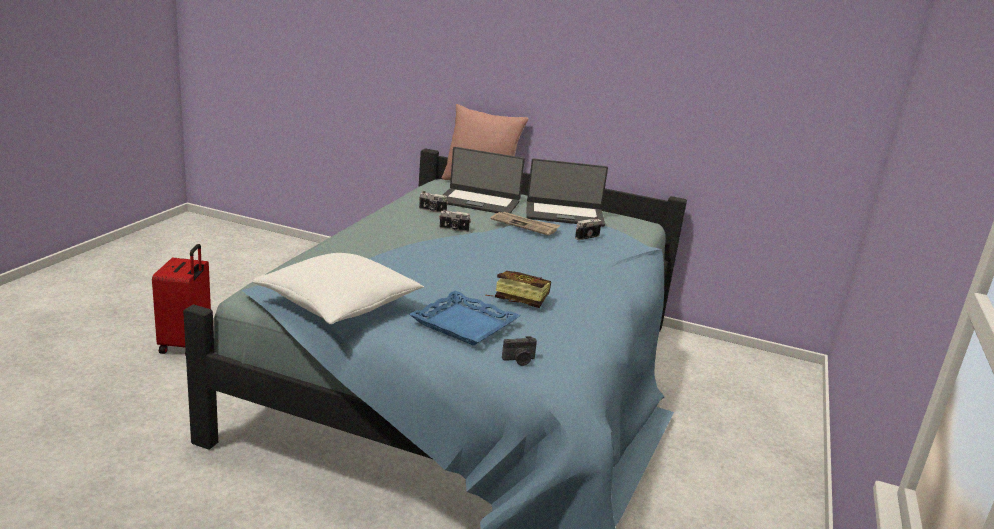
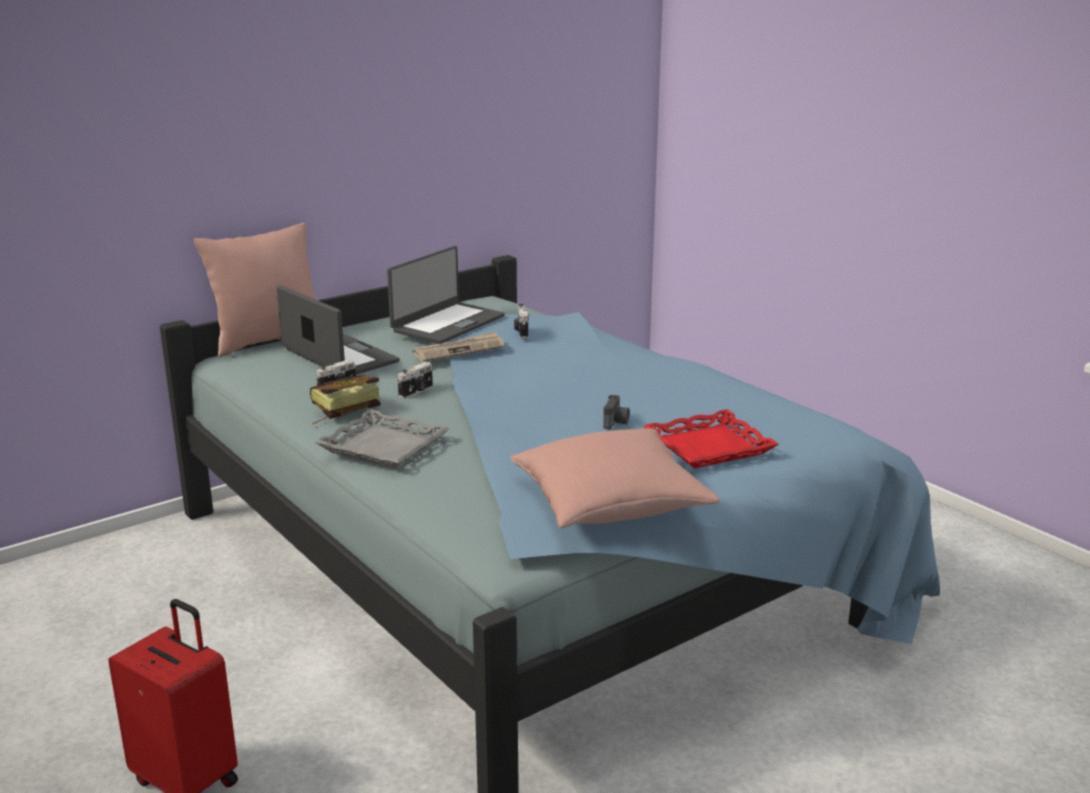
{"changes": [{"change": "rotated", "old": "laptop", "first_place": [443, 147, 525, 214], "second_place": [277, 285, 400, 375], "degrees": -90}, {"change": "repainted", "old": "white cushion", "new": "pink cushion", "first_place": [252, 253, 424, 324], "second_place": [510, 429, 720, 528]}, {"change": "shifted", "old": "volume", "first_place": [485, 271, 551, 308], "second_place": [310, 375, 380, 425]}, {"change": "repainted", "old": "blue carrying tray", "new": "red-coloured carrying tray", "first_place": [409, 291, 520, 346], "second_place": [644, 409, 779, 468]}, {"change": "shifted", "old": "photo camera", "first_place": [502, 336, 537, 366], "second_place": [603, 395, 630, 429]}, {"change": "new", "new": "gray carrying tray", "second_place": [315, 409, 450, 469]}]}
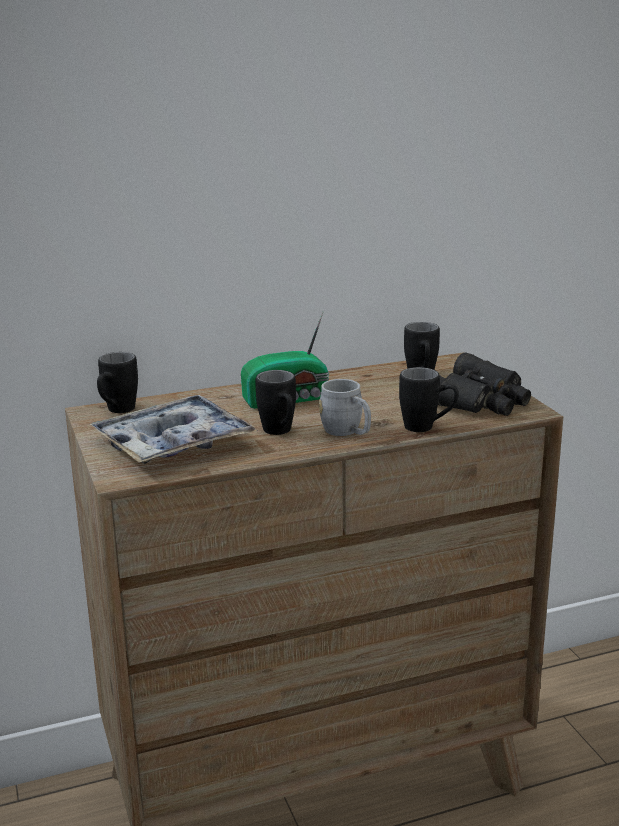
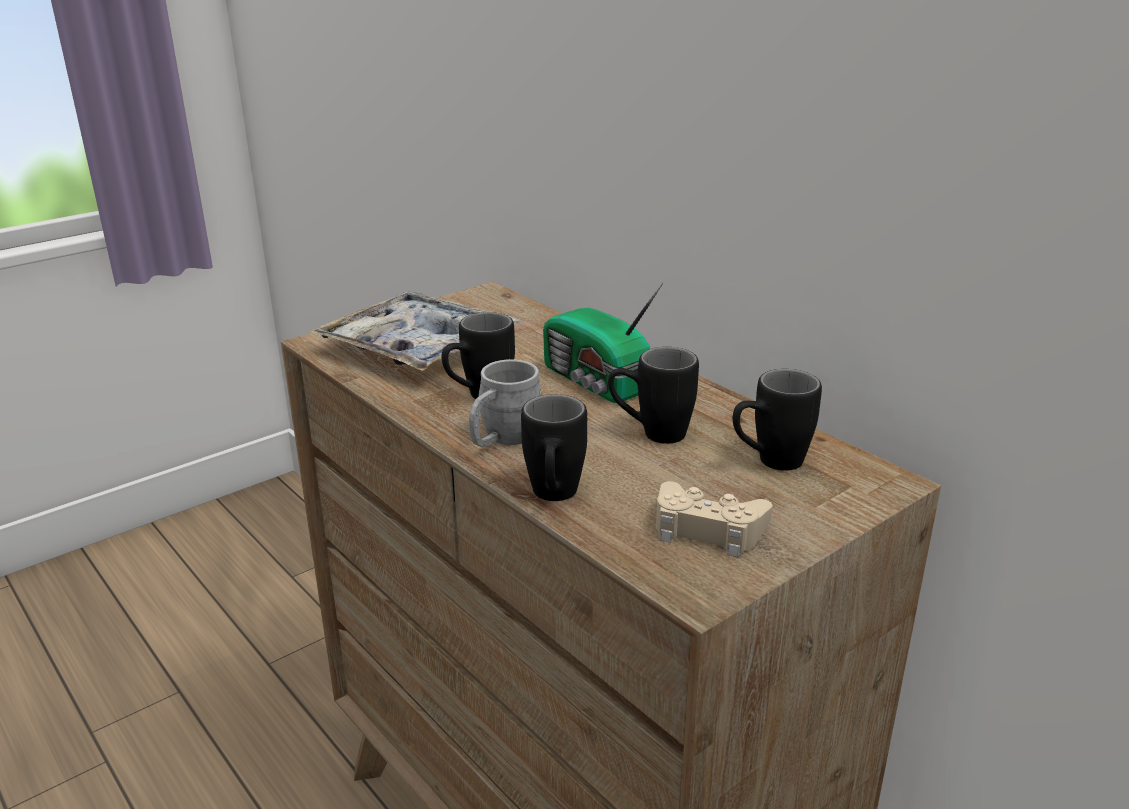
{"changes": [{"change": "shifted", "old": "blackish tea mug", "first_place": [97, 352, 138, 413], "second_place": [608, 347, 699, 444]}, {"change": "swapped", "old": "blackish pair of binoculars", "new": "beige-coloured game controller", "first_place": [438, 352, 531, 416], "second_place": [656, 481, 773, 557]}]}
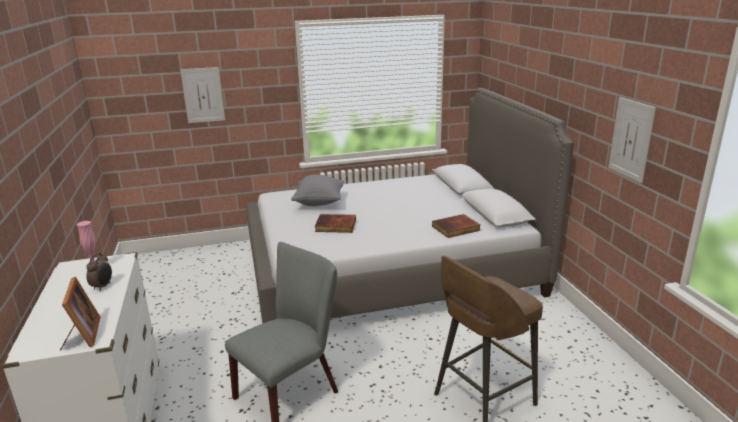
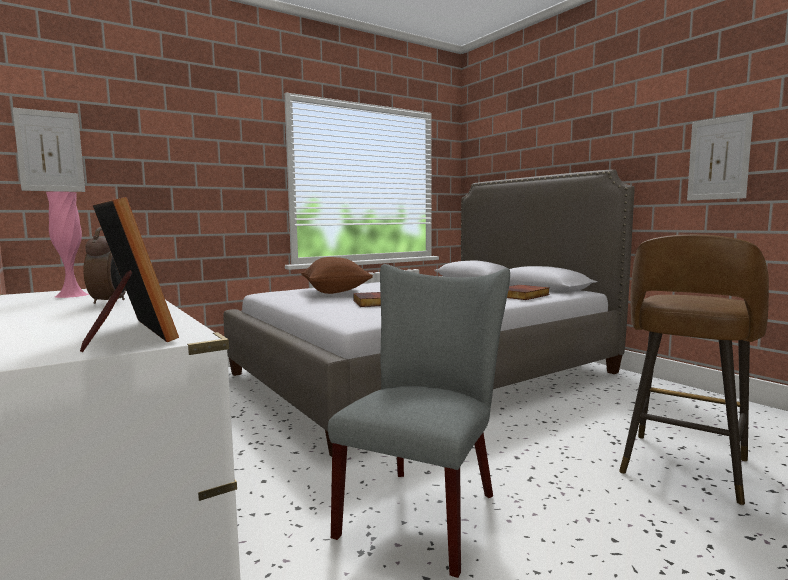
{"changes": [{"change": "shifted", "old": "wall picture", "first_place": [180, 67, 225, 123], "second_place": [12, 108, 85, 192]}, {"change": "repainted", "old": "gray cushion", "new": "brown cushion", "first_place": [291, 175, 344, 206], "second_place": [301, 257, 373, 294]}]}
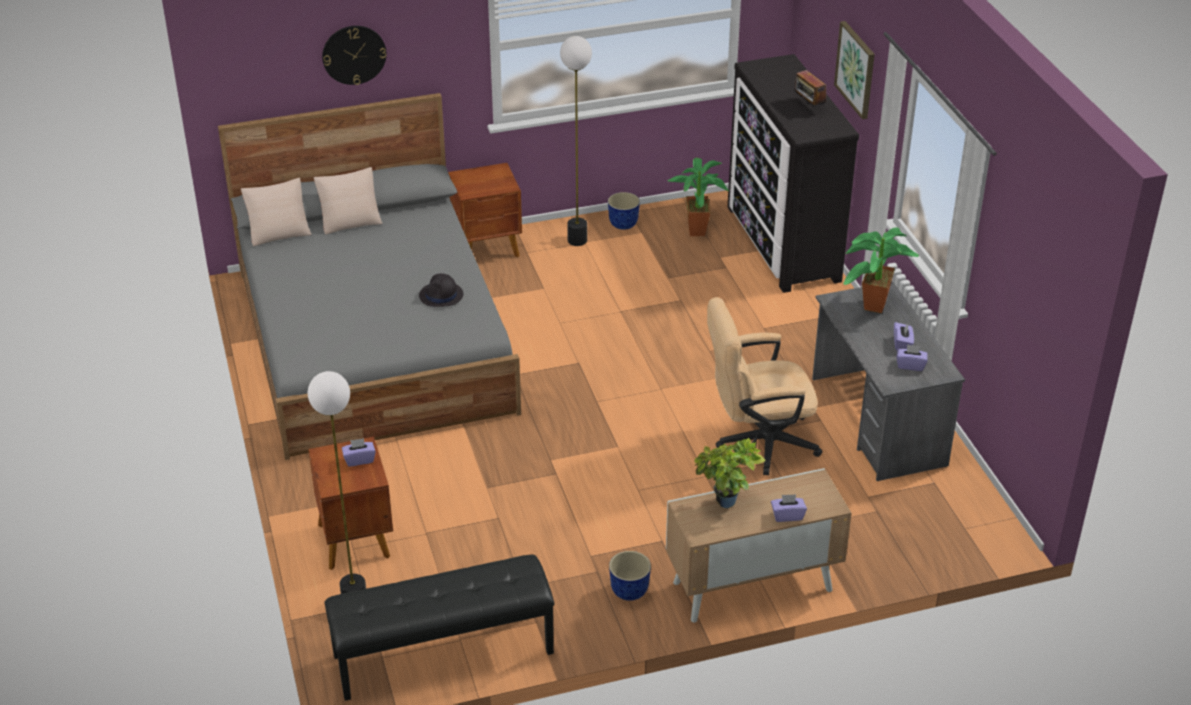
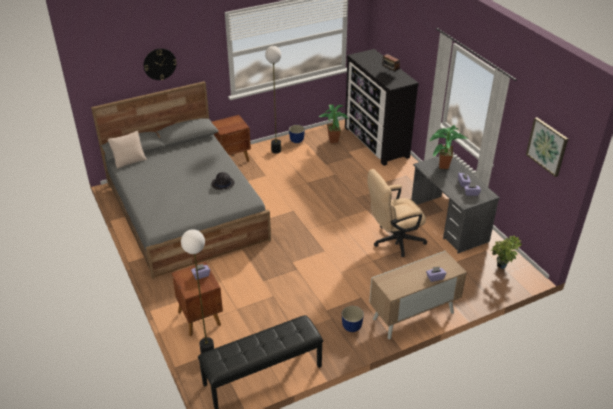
{"changes": [{"change": "shifted", "old": "wall picture", "first_place": [834, 21, 875, 119], "second_place": [526, 117, 568, 177]}, {"change": "gone", "old": "beige-coloured cushion", "first_place": [314, 167, 383, 234]}, {"change": "shifted", "old": "houseplant", "first_place": [694, 438, 766, 508], "second_place": [491, 236, 522, 269]}]}
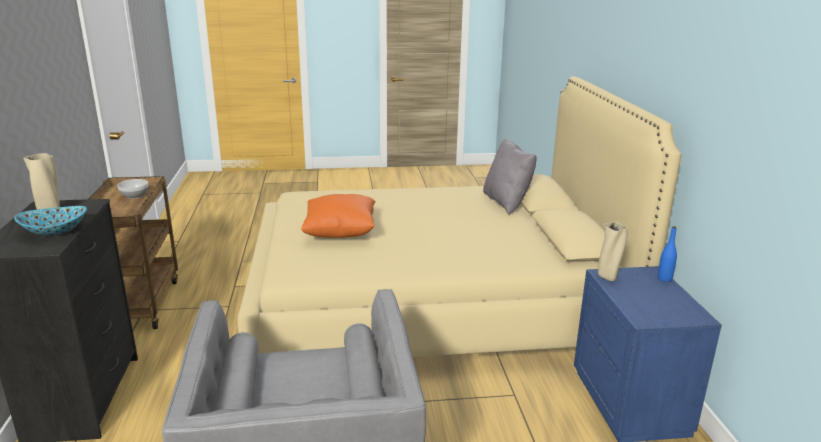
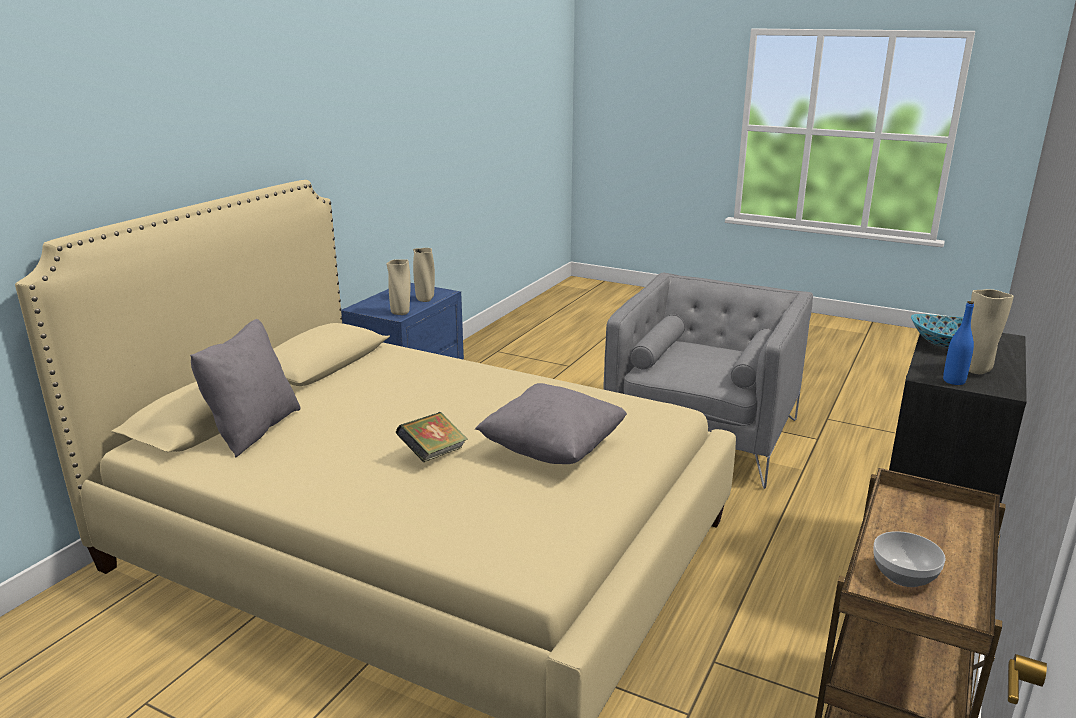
{"changes": [{"change": "repainted", "old": "orange cushion", "new": "gray cushion", "first_place": [301, 194, 376, 238], "second_place": [475, 383, 627, 464]}, {"change": "shifted", "old": "blue bottle", "first_place": [658, 226, 677, 282], "second_place": [943, 301, 974, 385]}, {"change": "new", "new": "beige-coloured decorative vase", "second_place": [413, 248, 435, 302]}, {"change": "new", "new": "volume", "second_place": [395, 412, 467, 462]}]}
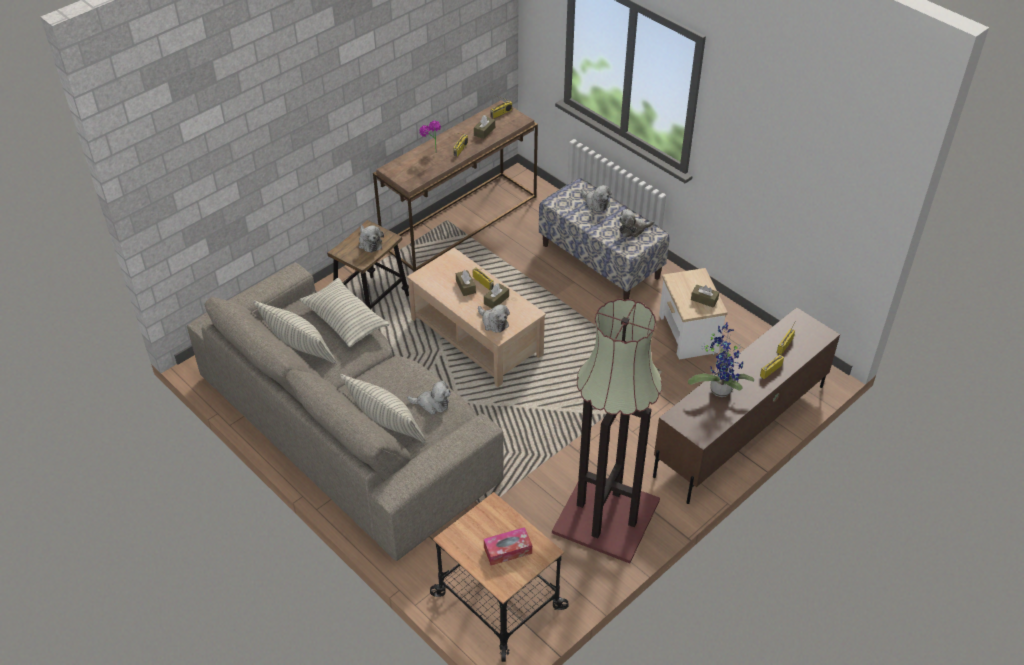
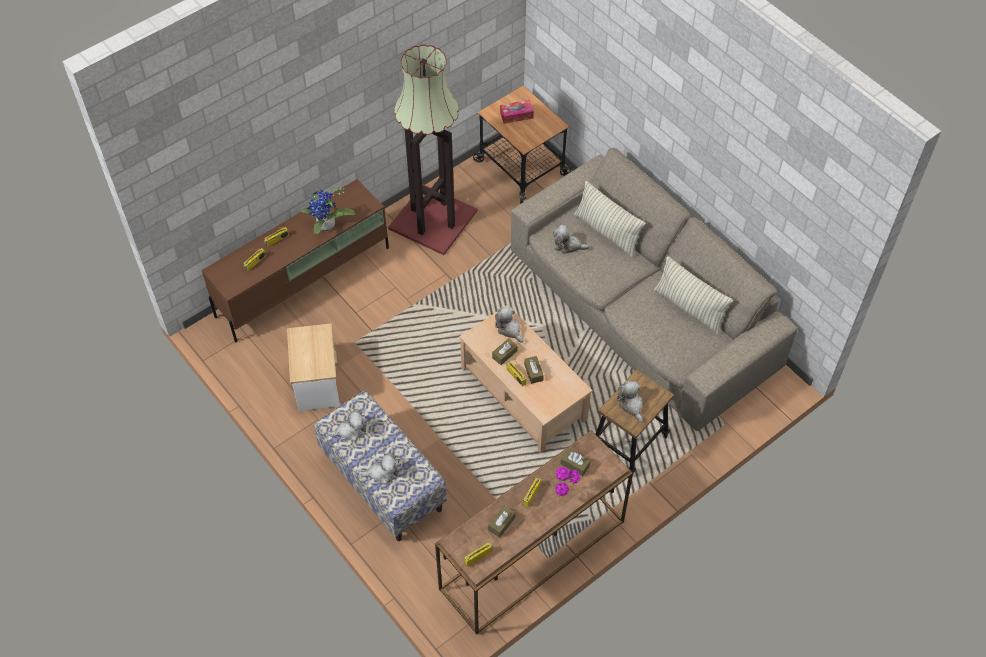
{"changes": [{"change": "rotated", "old": "soft toy", "first_place": [581, 185, 612, 211], "second_place": [358, 453, 400, 485], "degrees": 120}, {"change": "gone", "old": "cushion", "first_place": [299, 278, 390, 347]}, {"change": "shifted", "old": "brown tissue box", "first_place": [691, 285, 719, 308], "second_place": [560, 449, 590, 476]}]}
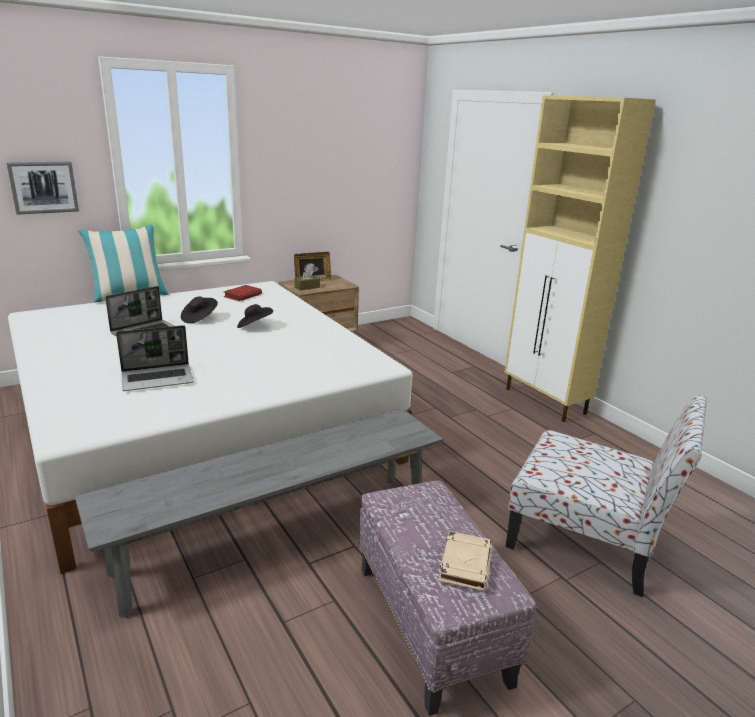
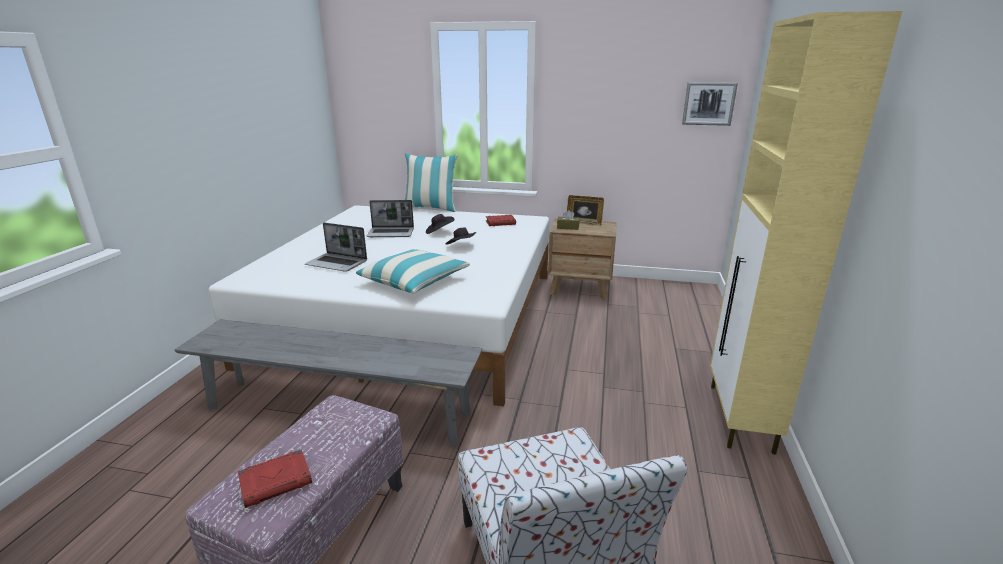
{"changes": [{"change": "shifted", "old": "wall picture", "first_place": [6, 162, 79, 215], "second_place": [682, 82, 738, 126]}, {"change": "repainted", "old": "beige-coloured volume", "new": "red-coloured volume", "first_place": [439, 531, 492, 591], "second_place": [238, 449, 312, 508]}, {"change": "new", "new": "cushion", "second_place": [356, 249, 470, 293]}]}
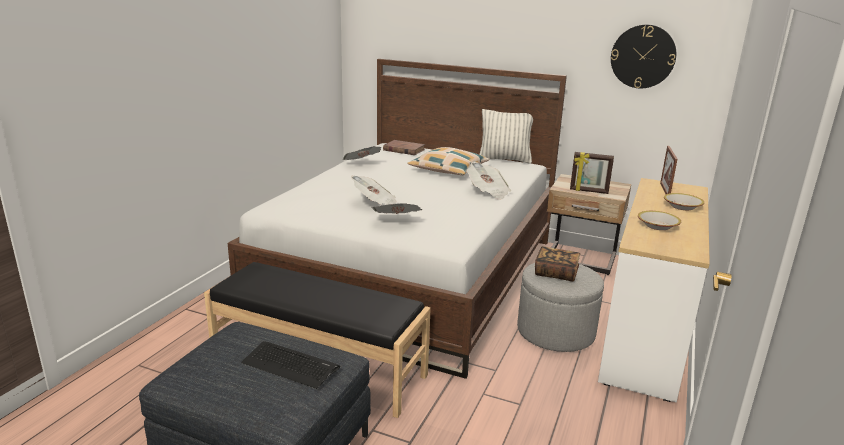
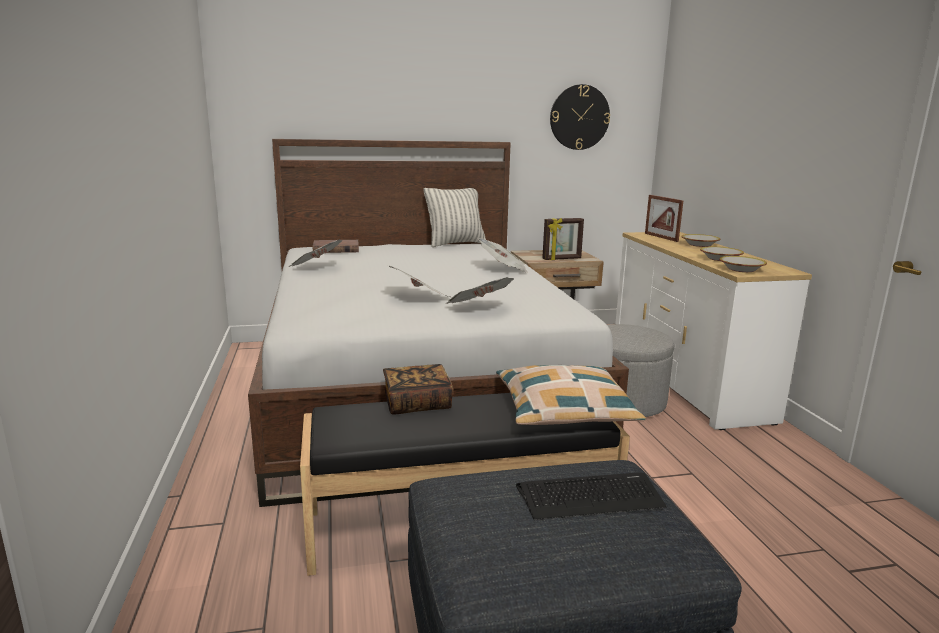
{"changes": [{"change": "shifted", "old": "cushion", "first_place": [408, 147, 489, 175], "second_place": [496, 365, 646, 425]}, {"change": "shifted", "old": "volume", "first_place": [535, 246, 580, 282], "second_place": [383, 364, 453, 415]}, {"change": "new", "new": "bowl", "second_place": [719, 256, 767, 272]}]}
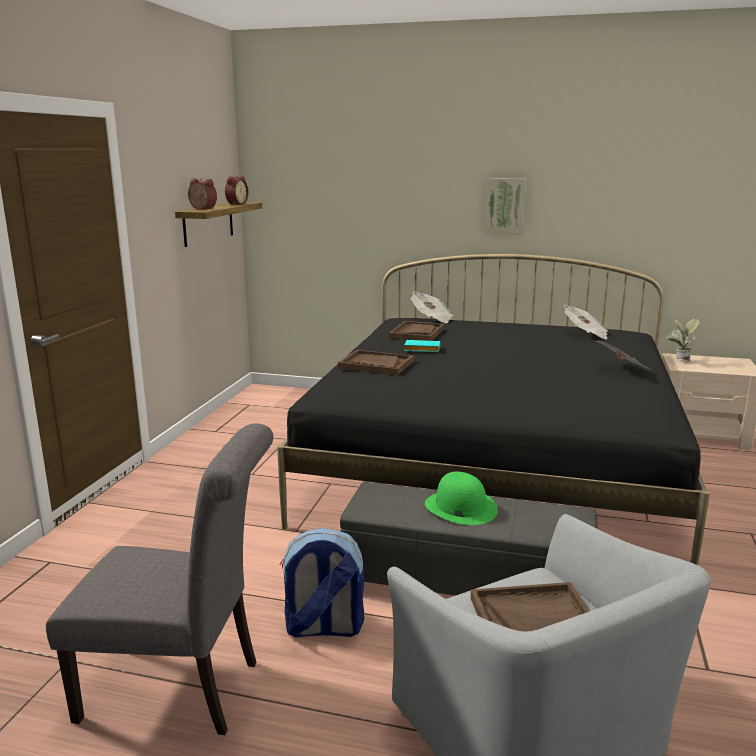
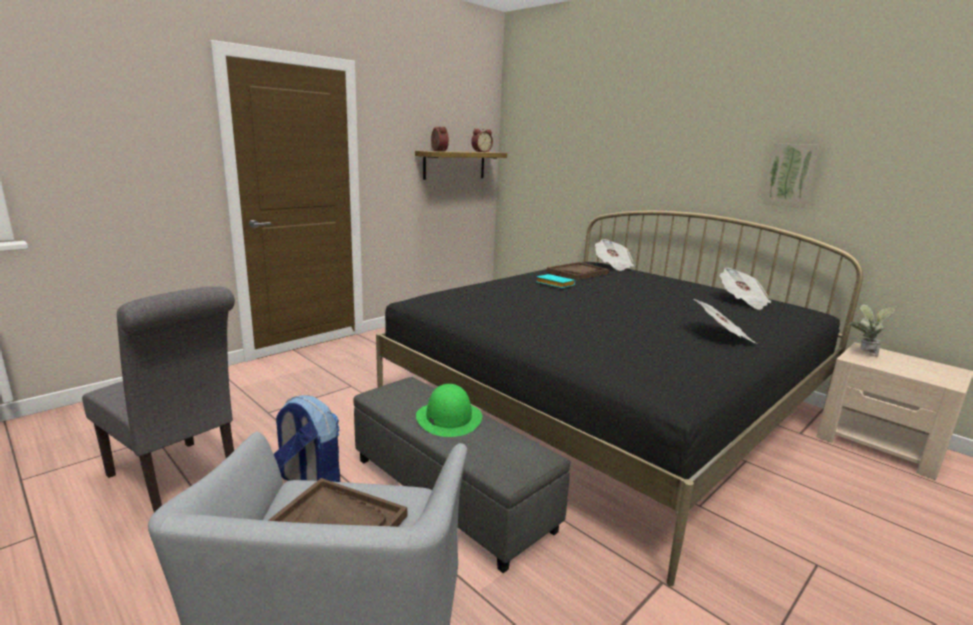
{"changes": [{"change": "shifted", "old": "wall picture", "first_place": [486, 178, 526, 235], "second_place": [762, 143, 821, 208]}, {"change": "gone", "old": "brown carrying tray", "first_place": [338, 350, 414, 375]}]}
